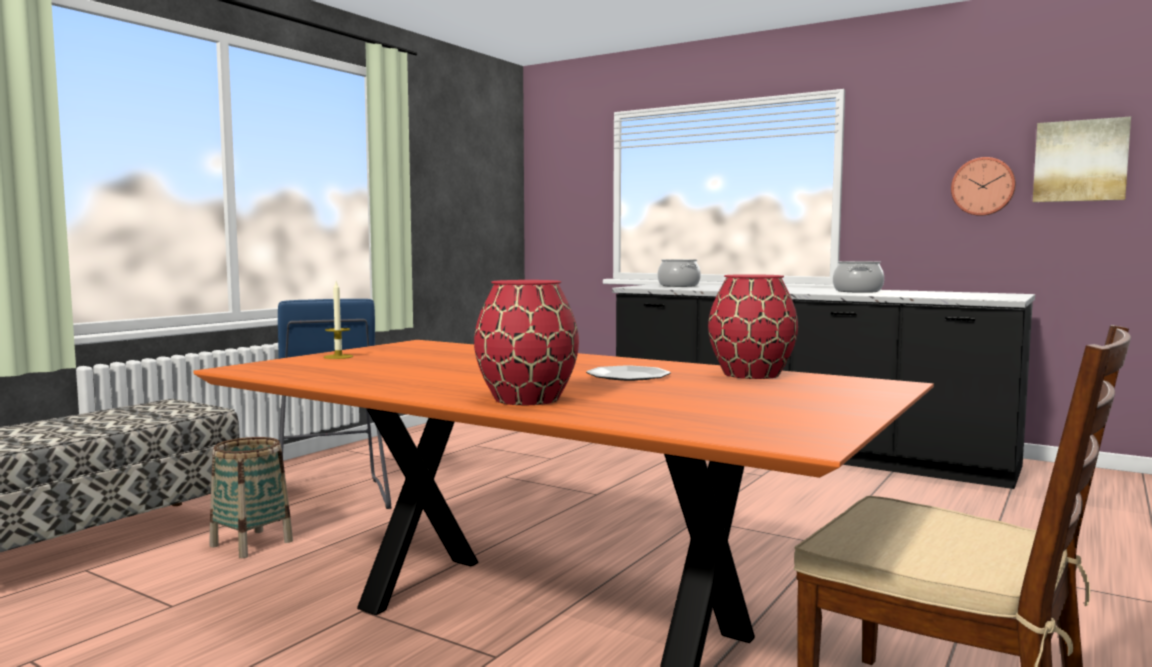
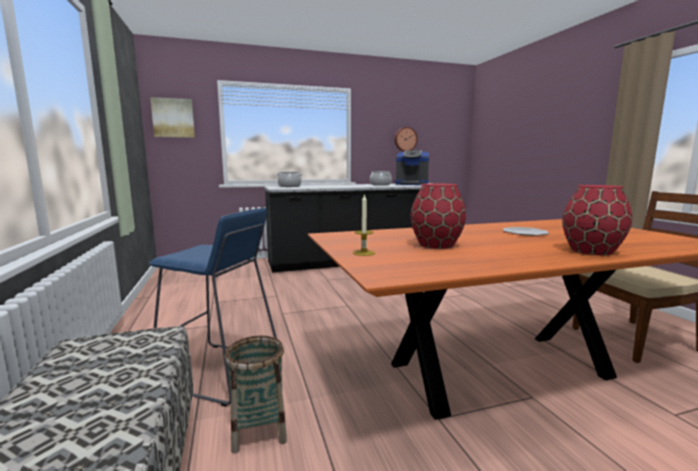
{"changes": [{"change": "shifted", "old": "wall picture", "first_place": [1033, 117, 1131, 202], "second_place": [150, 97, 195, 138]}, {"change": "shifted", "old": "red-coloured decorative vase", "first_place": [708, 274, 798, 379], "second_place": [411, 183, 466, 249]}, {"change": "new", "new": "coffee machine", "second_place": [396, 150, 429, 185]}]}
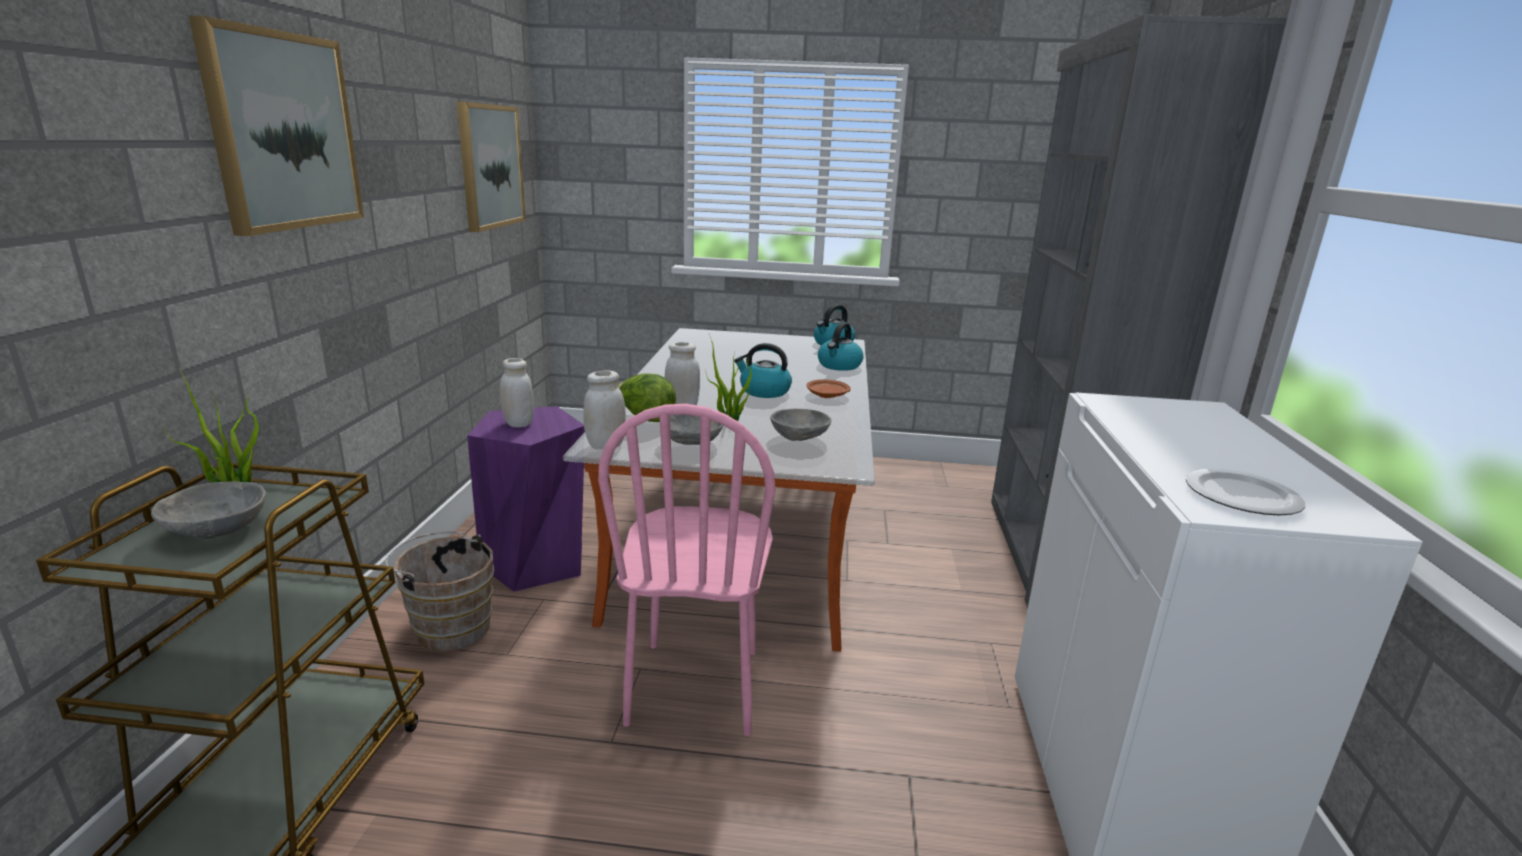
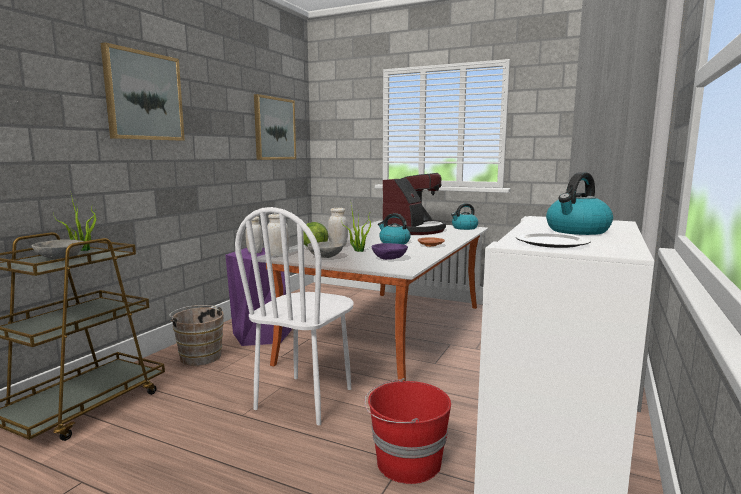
{"changes": [{"change": "shifted", "old": "kettle", "first_place": [818, 322, 864, 371], "second_place": [546, 172, 613, 235]}, {"change": "repainted", "old": "pink chair", "new": "white chair", "first_place": [598, 404, 776, 736], "second_place": [235, 207, 353, 425]}, {"change": "repainted", "old": "gray bowl", "new": "purple bowl", "first_place": [770, 409, 831, 441], "second_place": [372, 243, 408, 260]}, {"change": "new", "new": "coffee machine", "second_place": [383, 173, 446, 235]}, {"change": "new", "new": "red-coloured bucket", "second_place": [364, 378, 451, 484]}]}
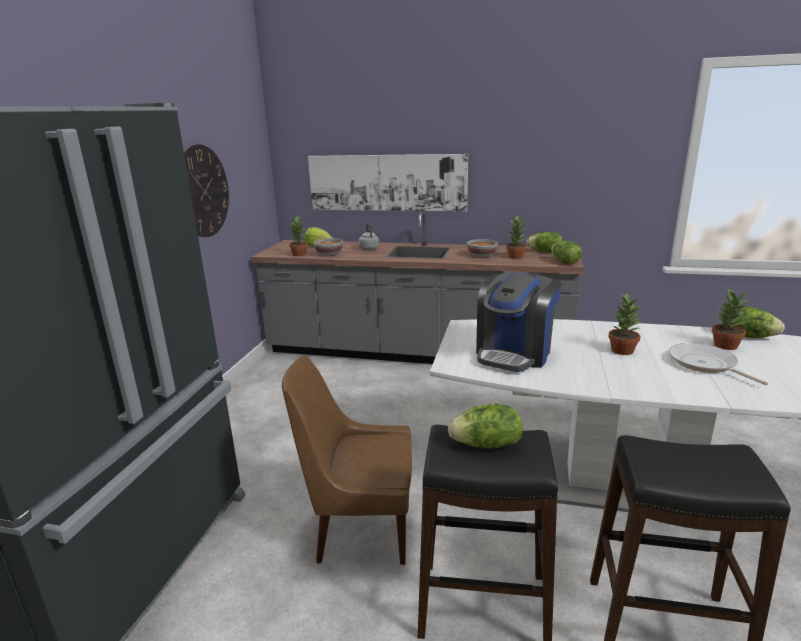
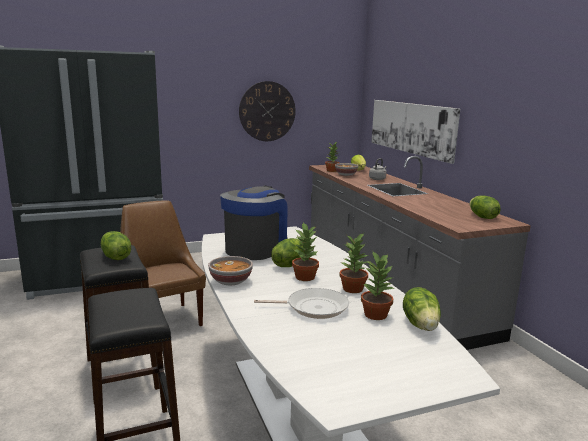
{"changes": [{"change": "shifted", "old": "houseplant", "first_place": [506, 215, 527, 259], "second_place": [340, 233, 369, 293]}, {"change": "shifted", "old": "bowl", "first_place": [467, 239, 498, 257], "second_place": [208, 256, 253, 285]}, {"change": "shifted", "old": "lettuce", "first_place": [551, 240, 582, 264], "second_place": [271, 238, 305, 267]}, {"change": "rotated", "old": "coffee machine", "first_place": [476, 273, 562, 372], "second_place": [220, 185, 288, 260], "degrees": 120}, {"change": "rotated", "old": "skillet", "first_place": [669, 343, 769, 385], "second_place": [254, 288, 349, 319], "degrees": 60}]}
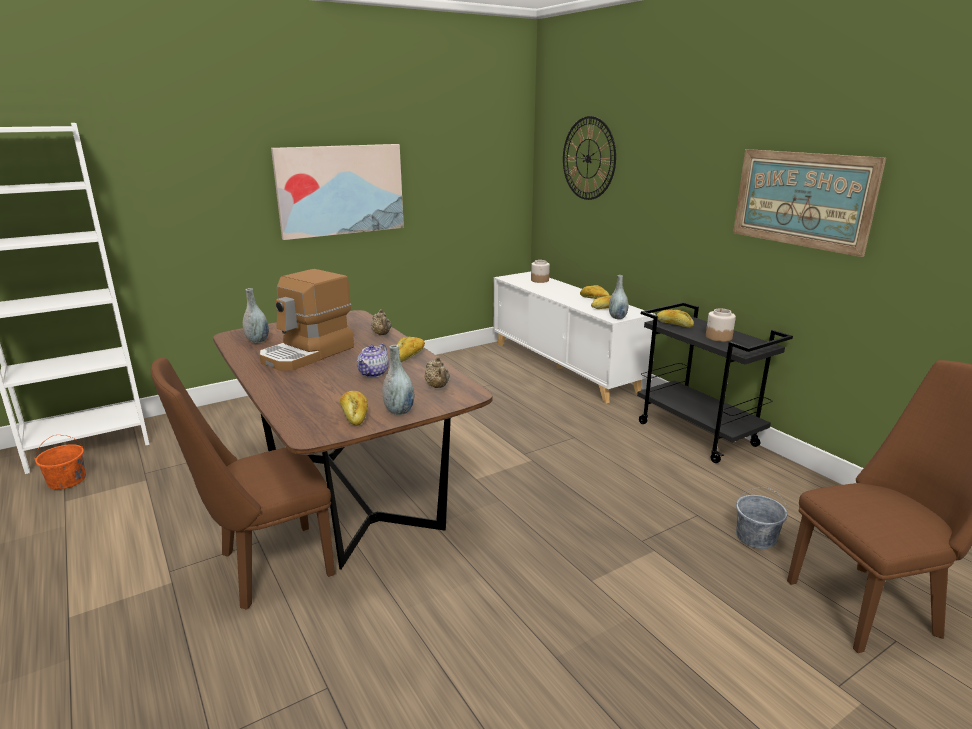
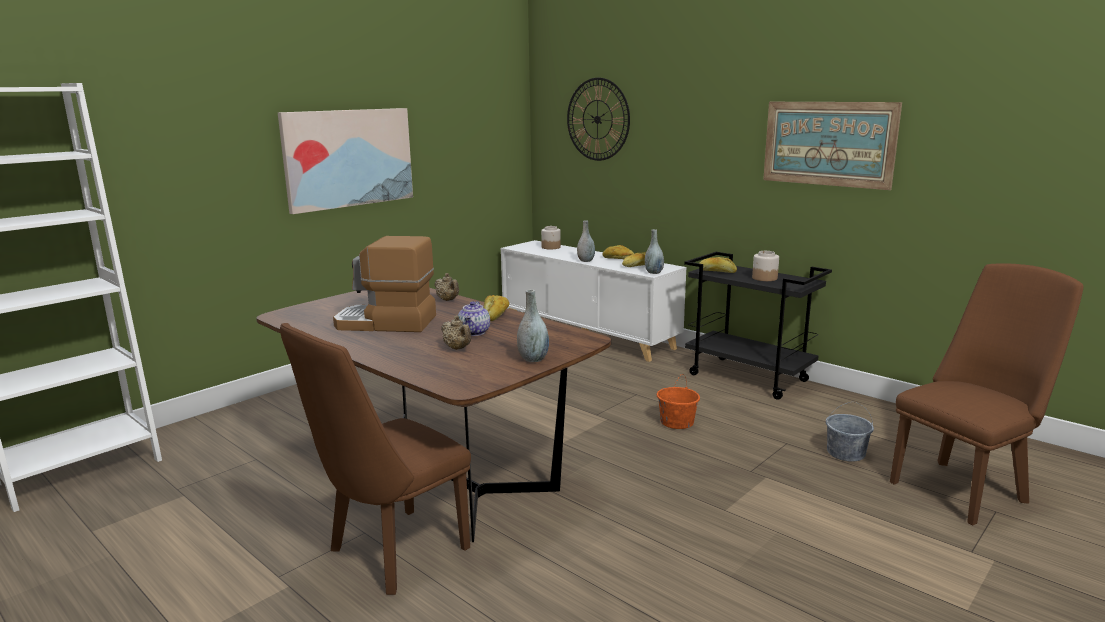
{"changes": [{"change": "rotated", "old": "coffee machine", "first_place": [260, 269, 354, 371], "second_place": [333, 236, 436, 332], "degrees": 75}, {"change": "shifted", "old": "gray decorative vase", "first_place": [243, 288, 269, 343], "second_place": [577, 220, 595, 262]}, {"change": "shifted", "old": "beige-coloured tea pot", "first_place": [425, 357, 450, 388], "second_place": [441, 316, 471, 350]}, {"change": "gone", "old": "baked bread", "first_place": [340, 391, 368, 426]}, {"change": "shifted", "old": "orange bucket", "first_place": [35, 435, 86, 489], "second_place": [657, 374, 700, 429]}]}
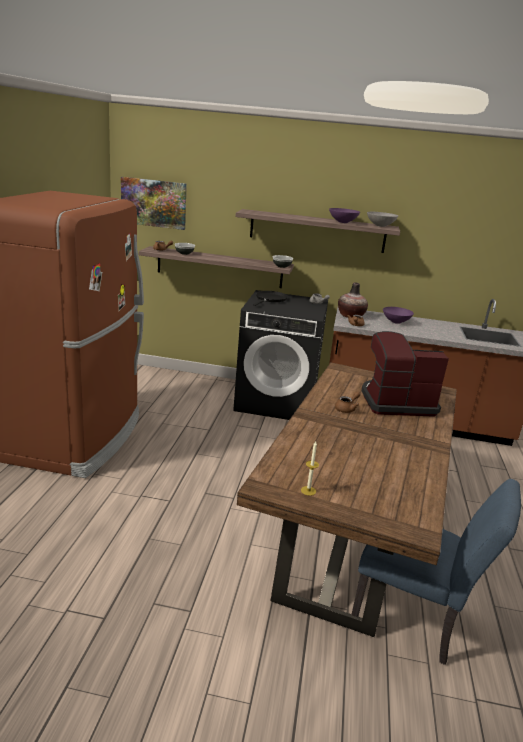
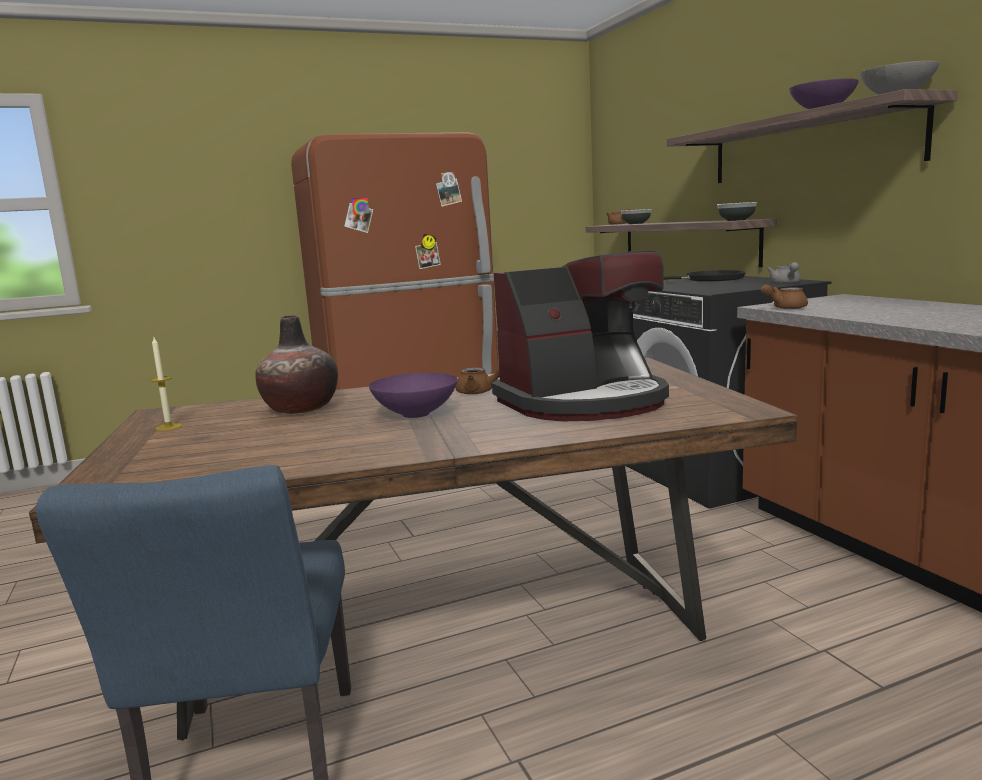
{"changes": [{"change": "gone", "old": "wall picture", "first_place": [121, 177, 187, 230]}, {"change": "shifted", "old": "decorative vase", "first_place": [338, 282, 368, 318], "second_place": [255, 315, 338, 414]}, {"change": "shifted", "old": "purple bowl", "first_place": [383, 307, 414, 324], "second_place": [369, 373, 458, 418]}, {"change": "rotated", "old": "coffee machine", "first_place": [362, 331, 449, 417], "second_place": [492, 250, 669, 421], "degrees": 105}]}
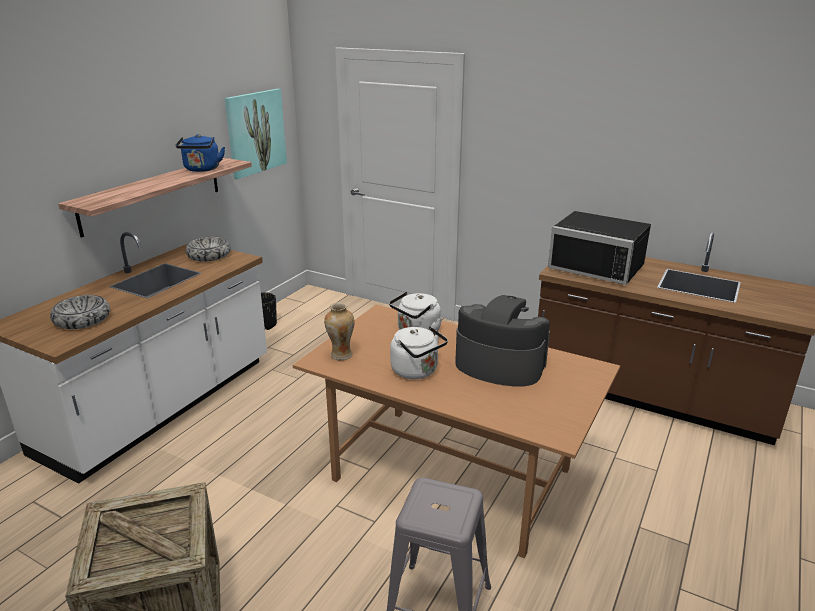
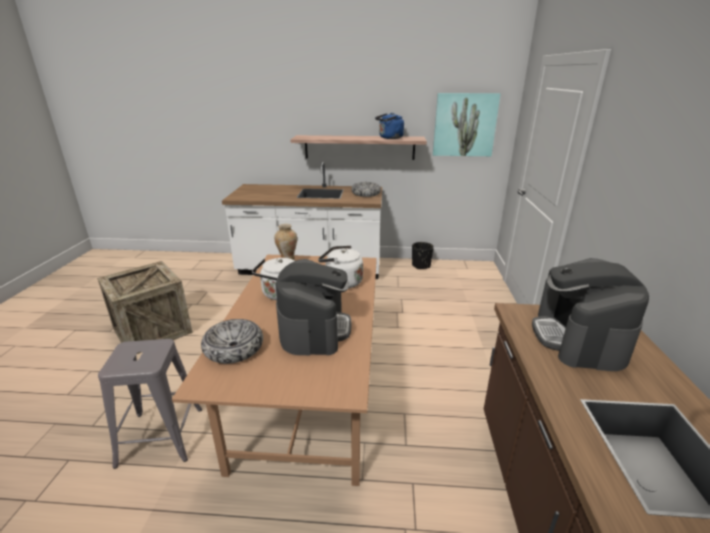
{"changes": [{"change": "swapped", "old": "blackish microwave", "new": "coffee machine", "first_place": [548, 211, 651, 285], "second_place": [532, 258, 649, 371]}, {"change": "shifted", "old": "bowl", "first_place": [50, 295, 110, 329], "second_place": [201, 319, 263, 364]}]}
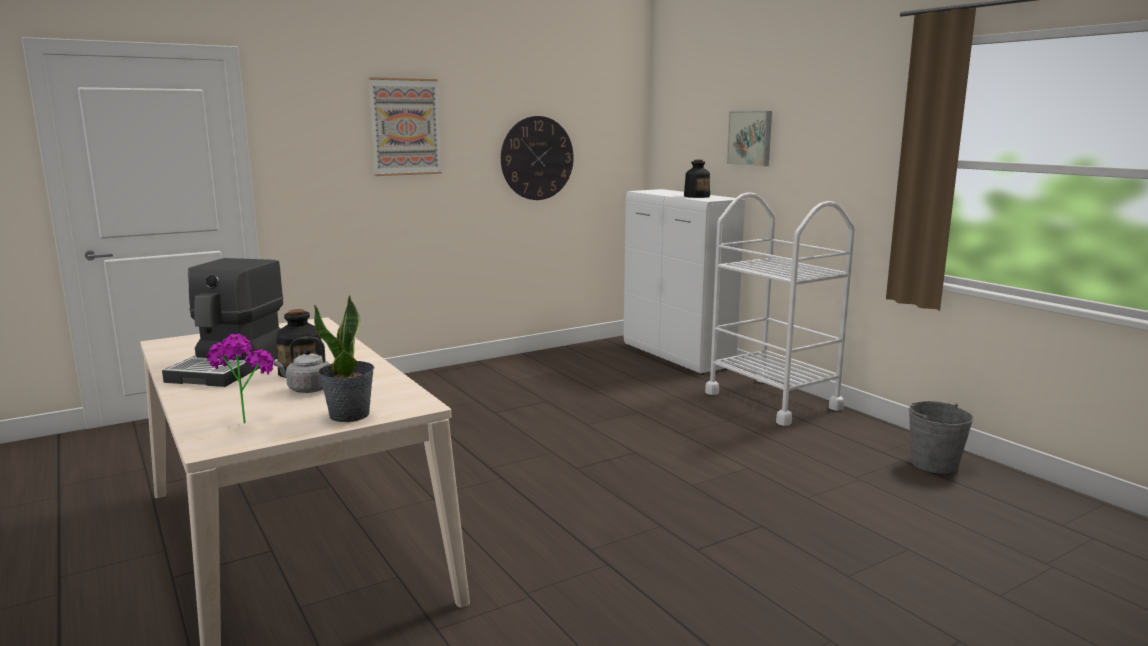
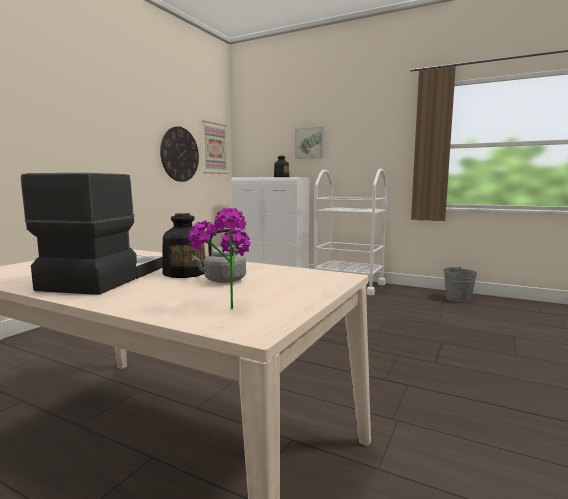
{"changes": [{"change": "shifted", "old": "wall picture", "first_place": [369, 77, 442, 176], "second_place": [202, 121, 228, 174]}, {"change": "rotated", "old": "coffee machine", "first_place": [162, 258, 283, 387], "second_place": [21, 173, 163, 295], "degrees": -150}, {"change": "gone", "old": "houseplant", "first_place": [314, 295, 374, 422]}]}
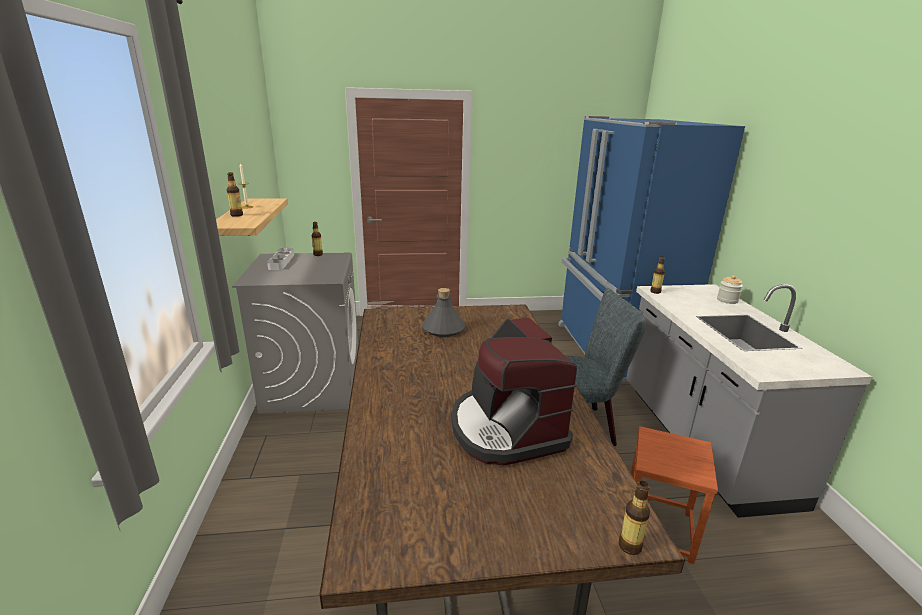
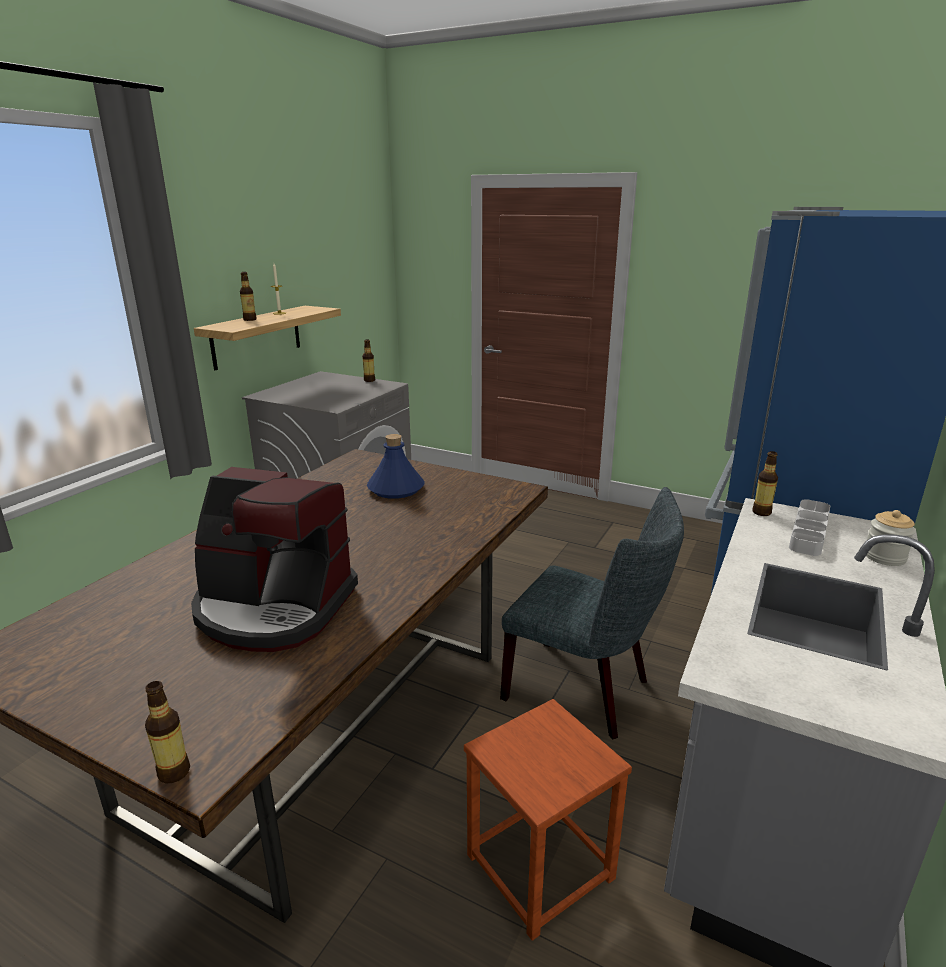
{"changes": [{"change": "shifted", "old": "gray carrying tray", "first_place": [267, 248, 294, 270], "second_place": [789, 499, 830, 556]}, {"change": "repainted", "old": "gray bottle", "new": "blue bottle", "first_place": [422, 288, 465, 337], "second_place": [367, 434, 425, 499]}, {"change": "rotated", "old": "coffee machine", "first_place": [451, 318, 577, 465], "second_place": [191, 467, 358, 652], "degrees": -90}]}
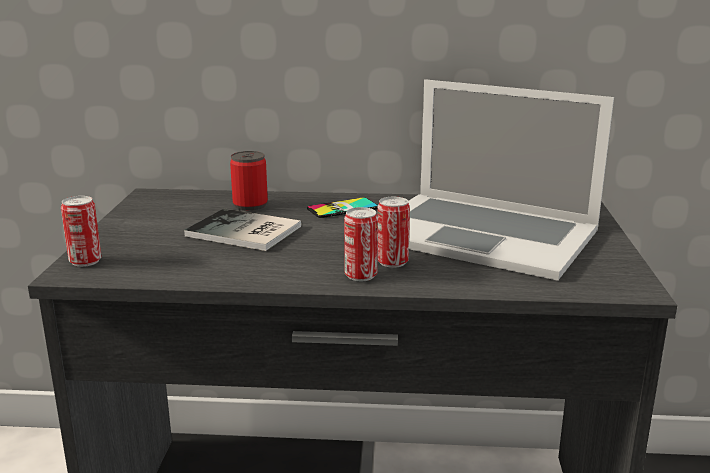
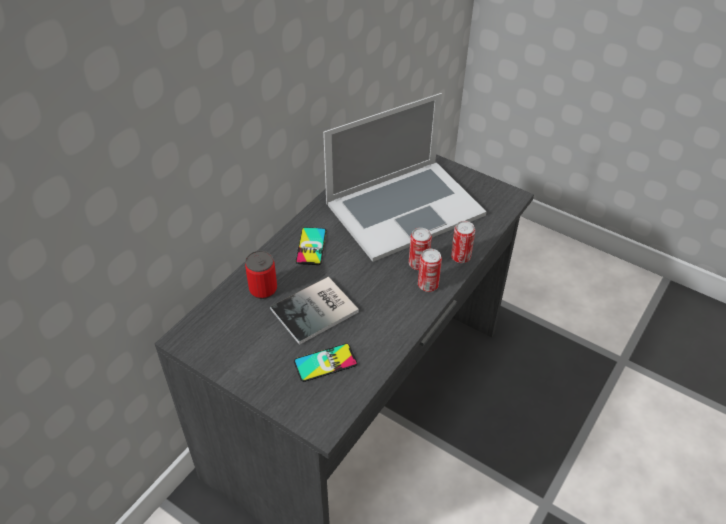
{"changes": [{"change": "shifted", "old": "can", "first_place": [61, 196, 102, 267], "second_place": [451, 221, 475, 263]}, {"change": "new", "new": "phone", "second_place": [294, 343, 357, 382]}]}
